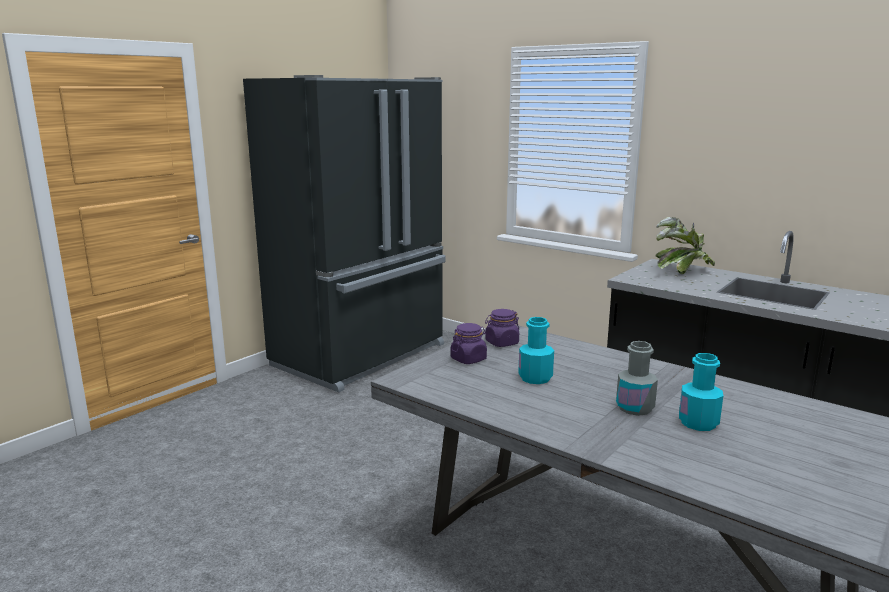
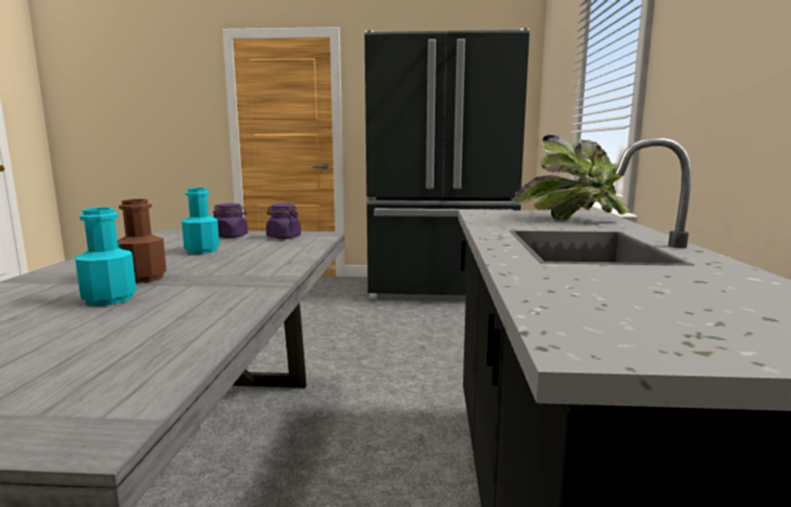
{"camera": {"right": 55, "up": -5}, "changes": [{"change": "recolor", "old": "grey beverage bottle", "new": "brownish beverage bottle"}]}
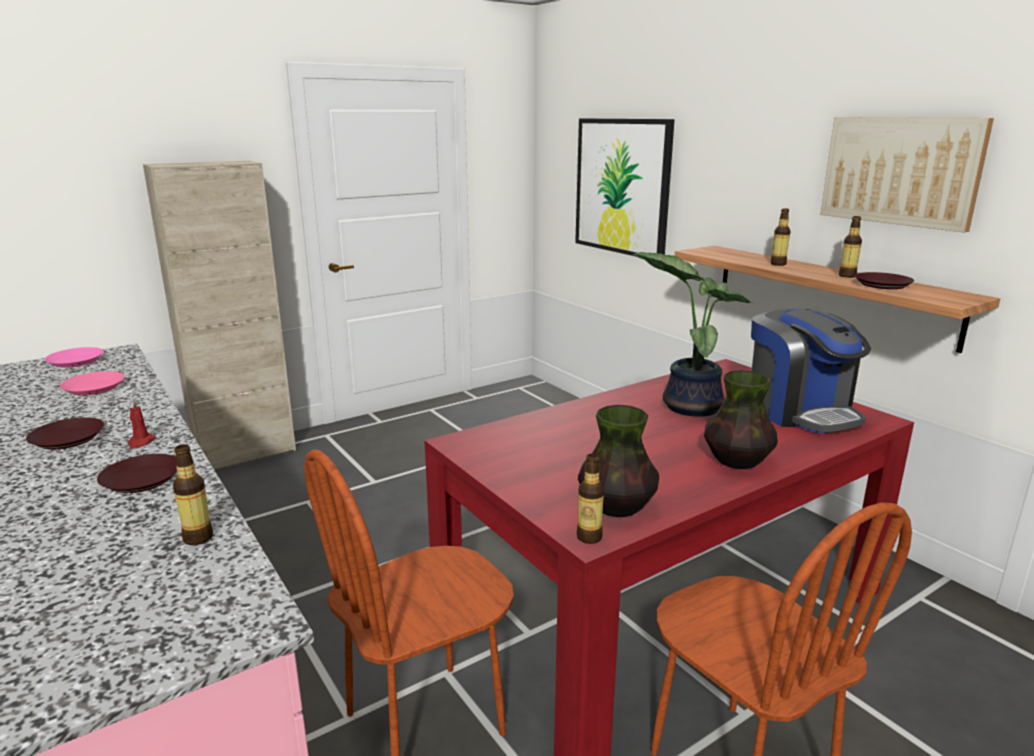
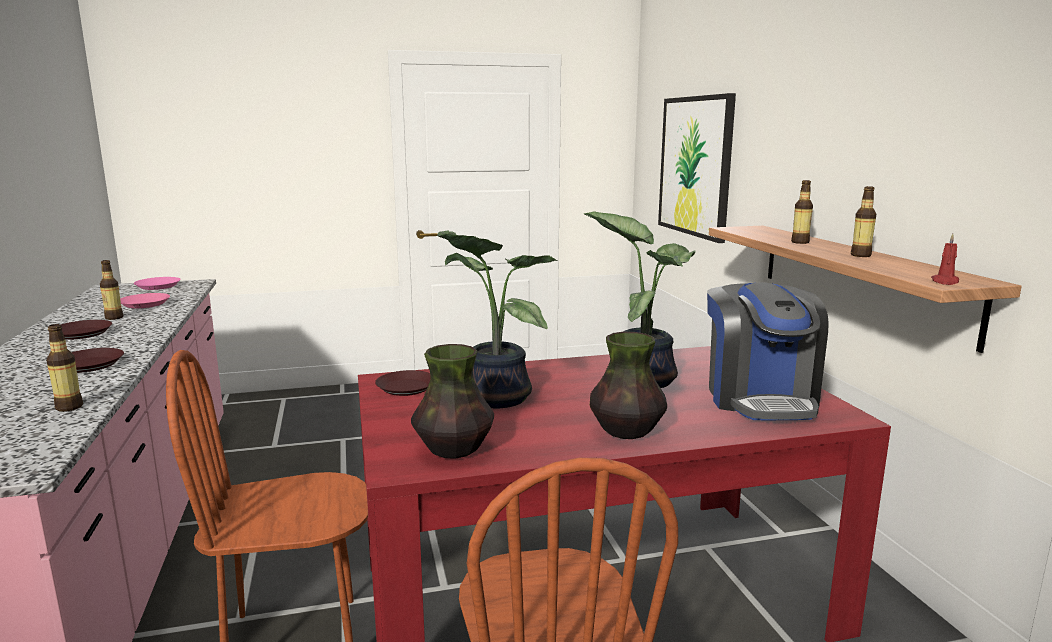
{"camera": {"right": 20, "up": -5}, "changes": [{"change": "delete", "old": "wall picture (2nd from left)"}, {"change": "delete", "old": "sand-coloured cupboard"}, {"change": "move", "old": "brownish flat dish (3rd from left)"}, {"change": "move", "old": "red-coloured candle"}, {"change": "move", "old": "beverage bottle (2nd from left)"}, {"change": "insert", "new": "houseplant (1st from left)"}]}
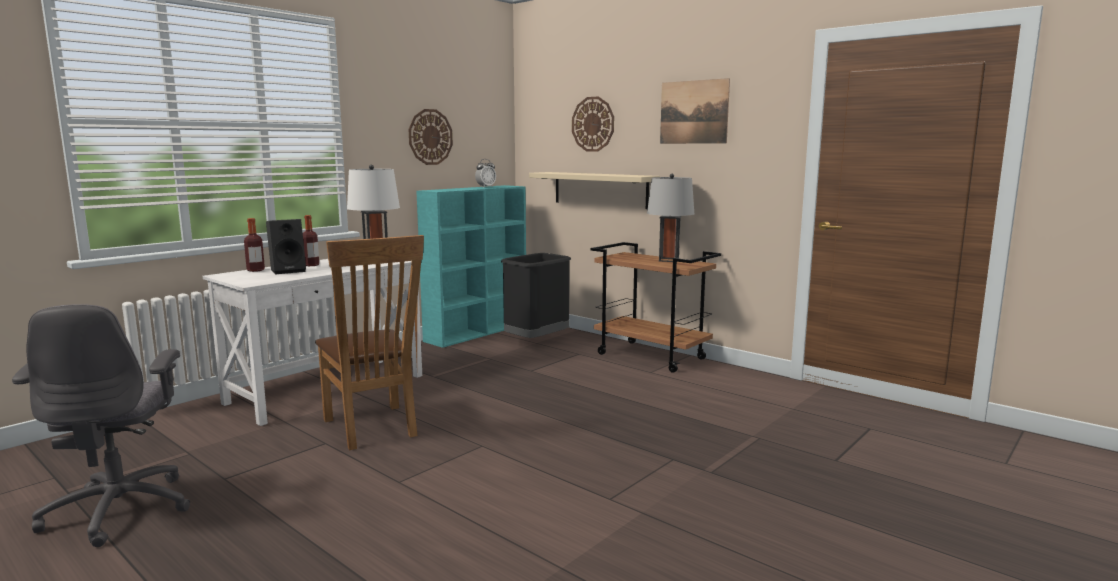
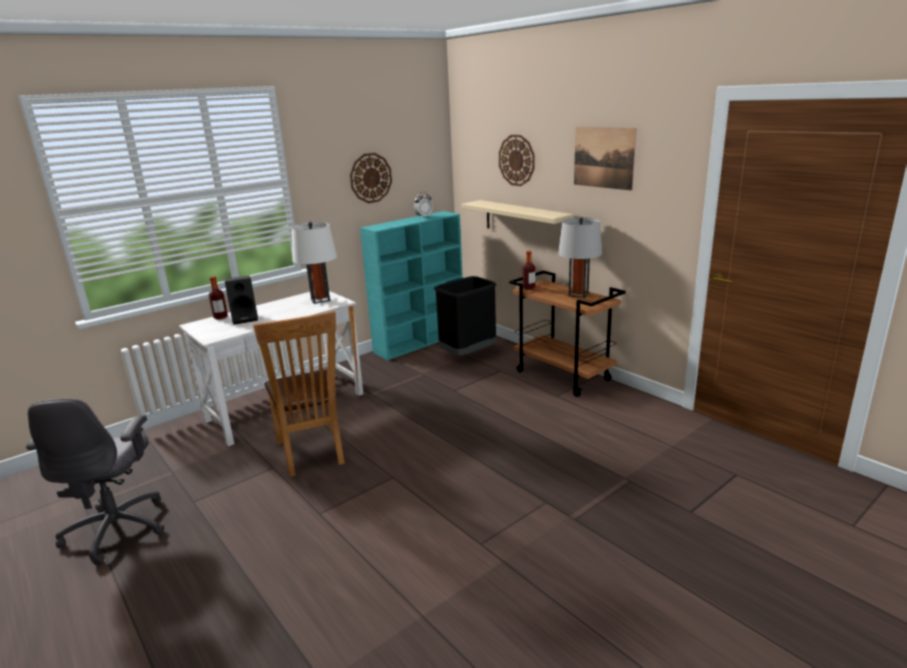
{"camera": {"right": 10, "up": 10}, "changes": [{"change": "move", "old": "beverage bottle (2nd from left)"}]}
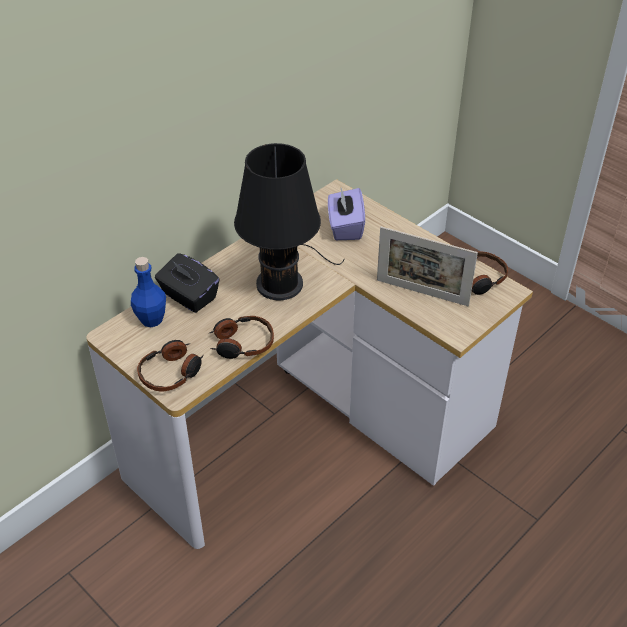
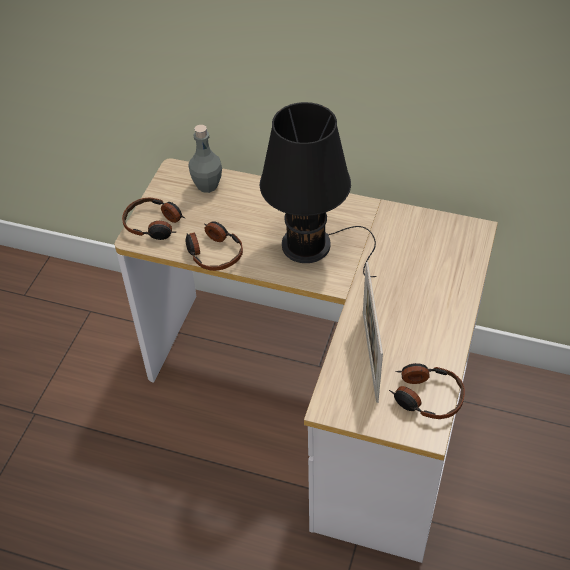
{"camera": {"right": 65, "up": 5}, "changes": [{"change": "delete", "old": "purple-coloured tissue holder"}, {"change": "delete", "old": "black tissue holder"}, {"change": "recolor", "old": "bluish beverage bottle", "new": "grey beverage bottle"}]}
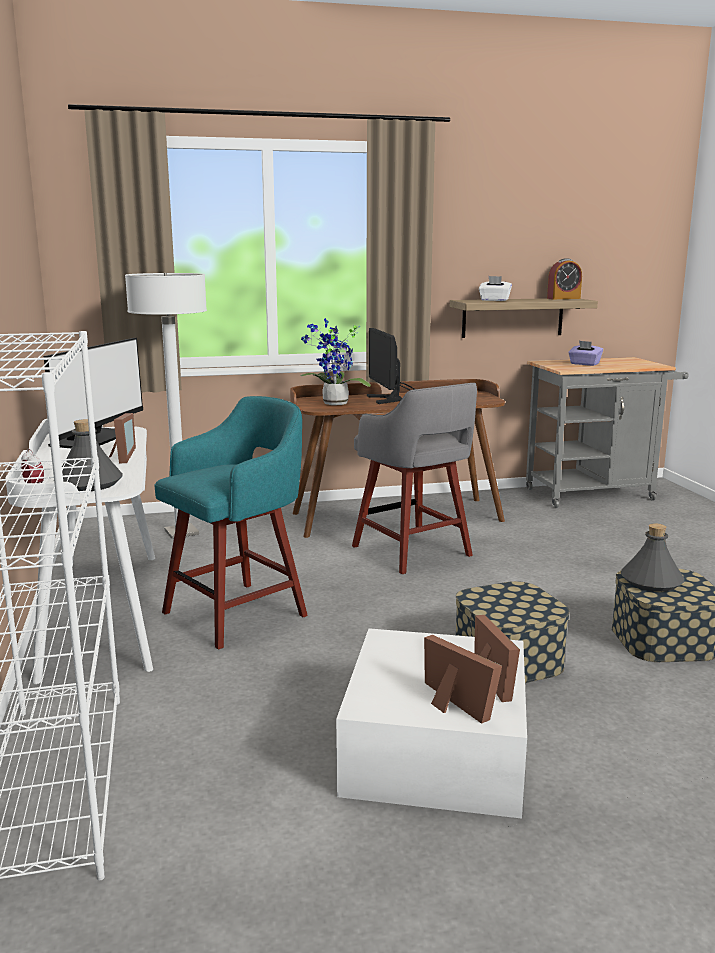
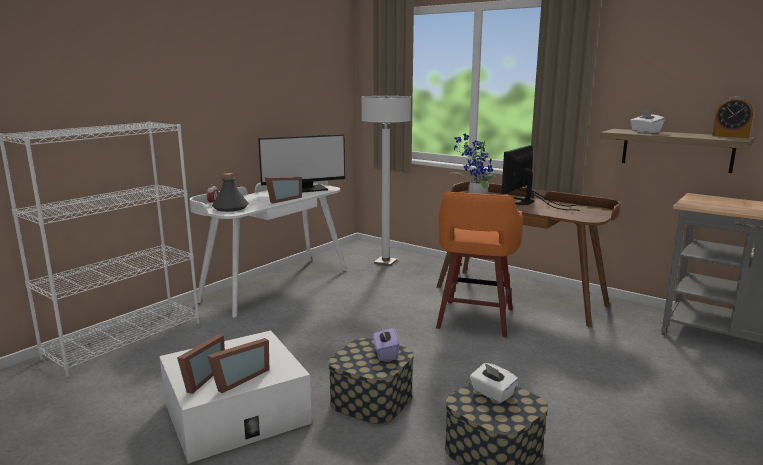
{"camera": {"right": 50, "up": 0}, "changes": [{"change": "move", "old": "purple-coloured tissue holder"}, {"change": "recolor", "old": "grey sitting stool", "new": "orange-coloured sitting stool"}, {"change": "delete", "old": "turquoise sitting stool"}, {"change": "replace", "old": "grey beverage bottle (2nd from left)", "new": "white-coloured tissue holder (1st from left)"}]}
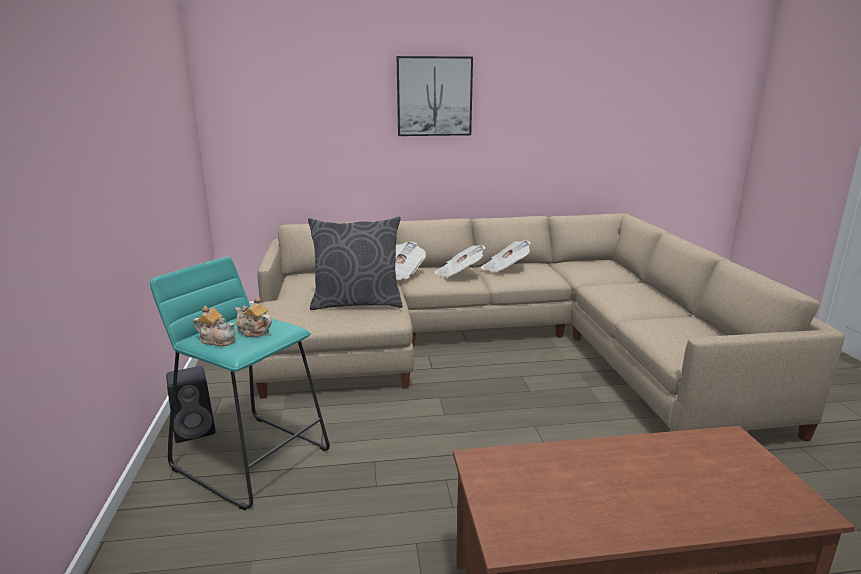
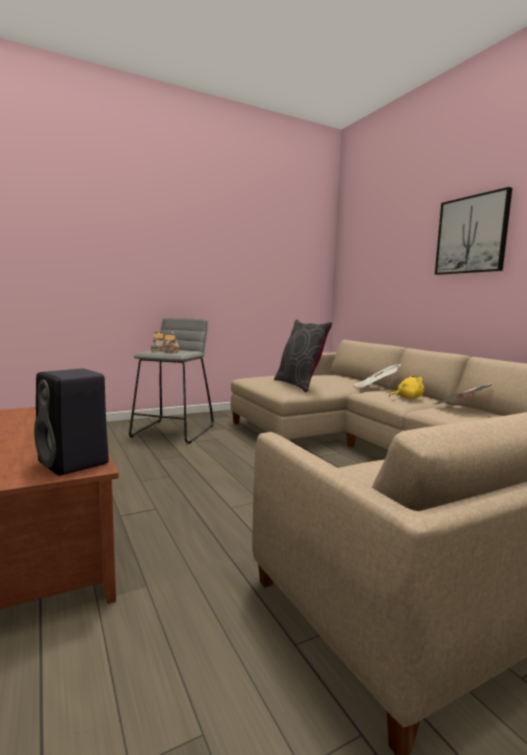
{"camera": {"right": 70, "up": -10}, "changes": [{"change": "replace", "old": "printed paper (2nd from left)", "new": "yellow-coloured soft toy"}, {"change": "recolor", "old": "turquoise sitting stool", "new": "grey sitting stool"}, {"change": "move", "old": "black audio speaker"}]}
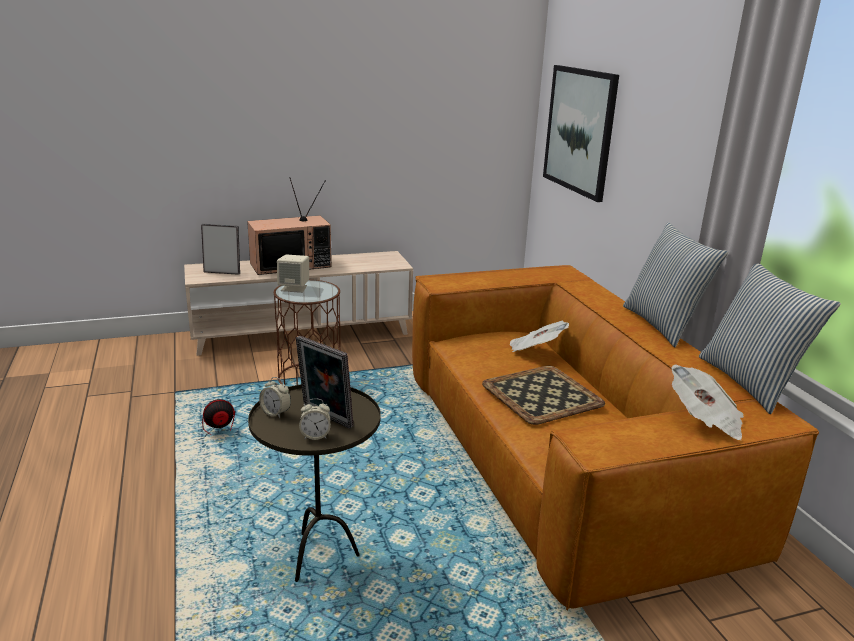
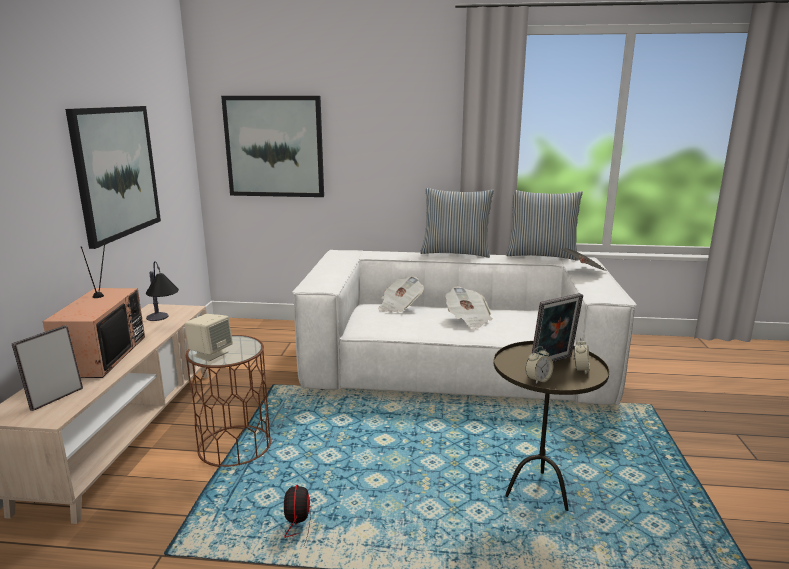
{"camera": {"right": -65, "up": -5}, "changes": [{"change": "recolor", "old": "brownish couch", "new": "white-coloured couch"}, {"change": "replace", "old": "serving tray", "new": "printed paper (2nd from left)"}, {"change": "insert", "new": "wall picture (1st from left)"}, {"change": "insert", "new": "lamp for a table"}]}
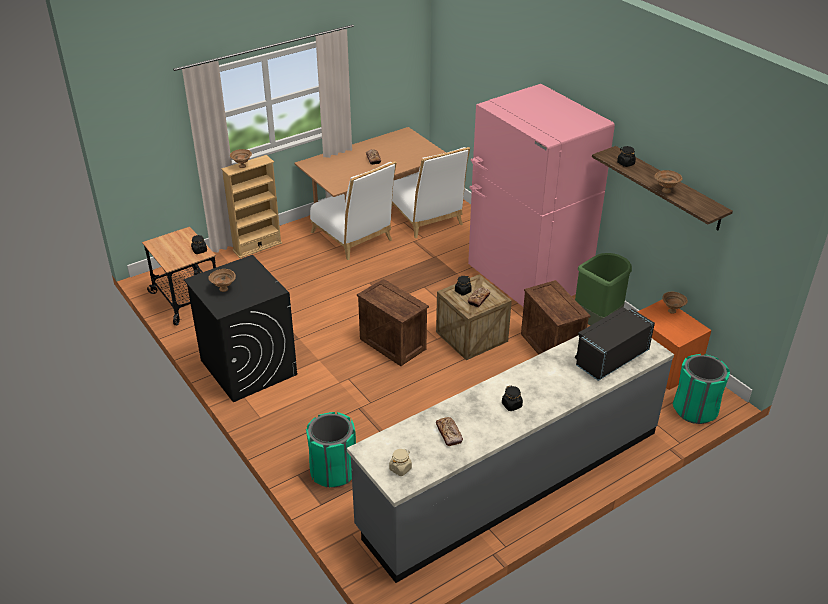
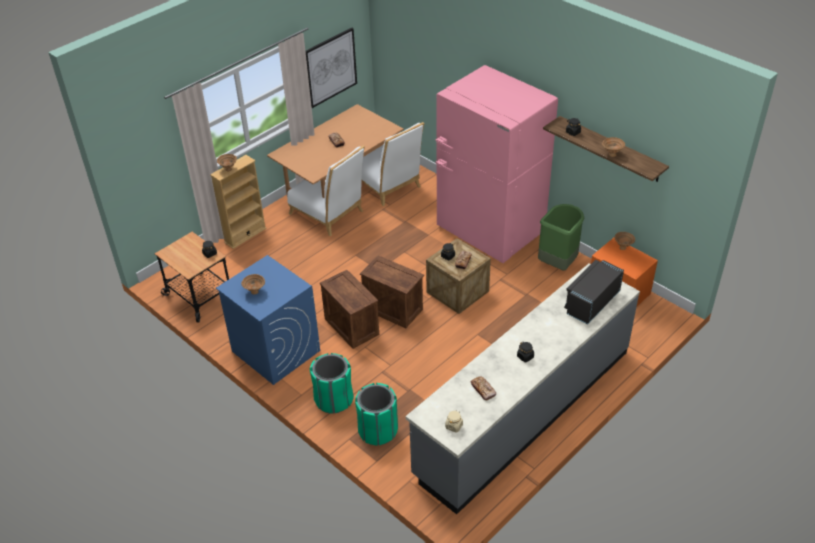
{"camera": {"right": -10, "up": 5}, "changes": [{"change": "recolor", "old": "black washing machine", "new": "bluish washing machine"}, {"change": "move", "old": "crate (3rd from left in the first image)", "new": "crate (1st from left)"}, {"change": "move", "old": "green waste bin (3rd from left in the first image)", "new": "green waste bin (1st from left)"}, {"change": "insert", "new": "wall picture"}]}
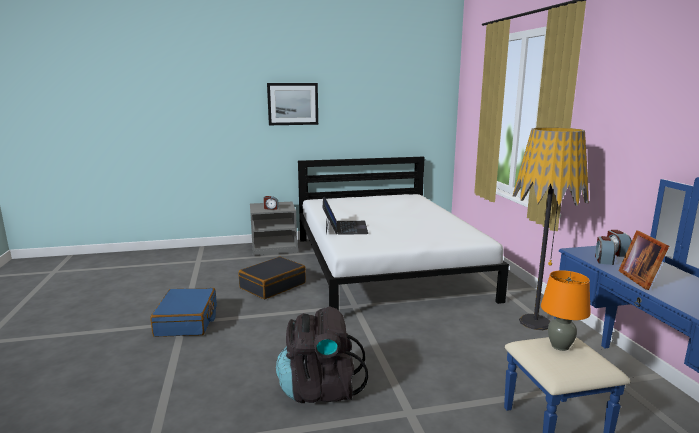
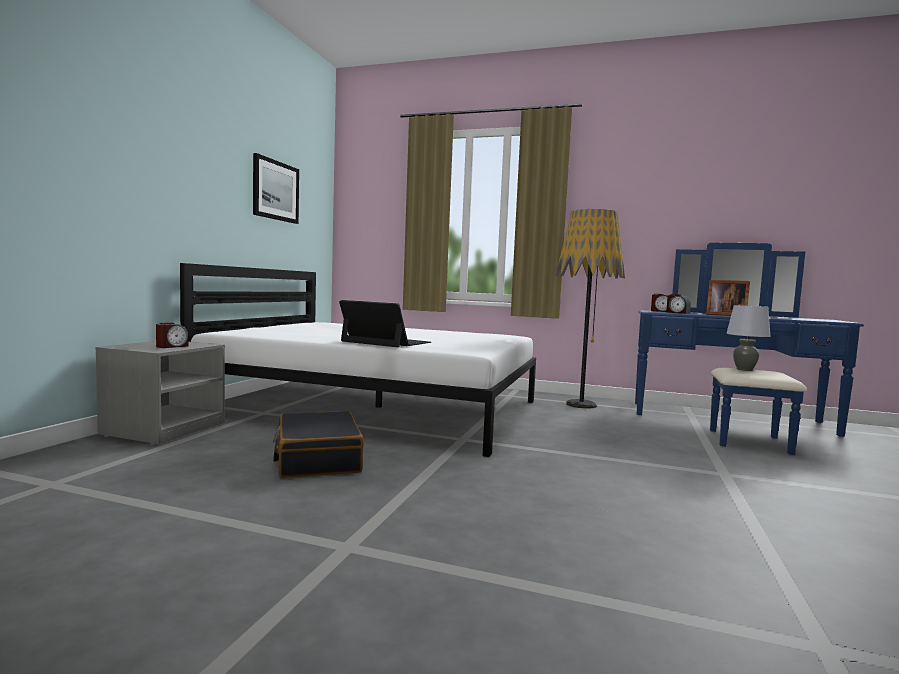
{"camera": {"right": -60, "up": -10}, "changes": [{"change": "move", "old": "wall picture"}, {"change": "recolor", "old": "orange-coloured lamp for a table", "new": "grey lamp for a table"}, {"change": "delete", "old": "bluish piece of luggage"}, {"change": "delete", "old": "black rucksack"}]}
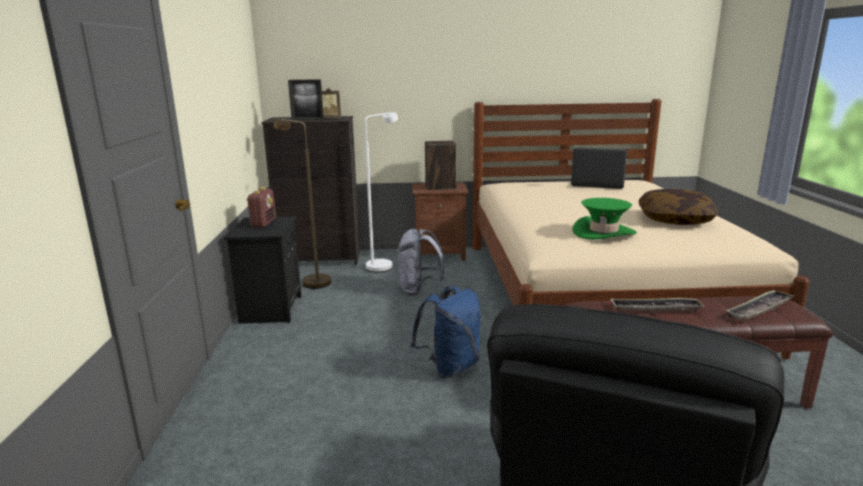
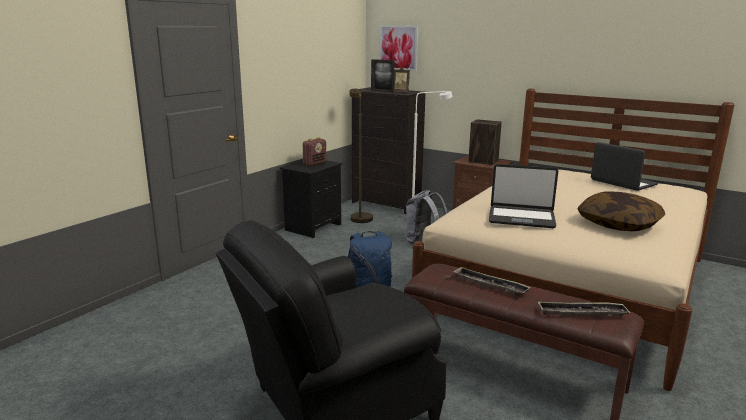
{"camera": {"right": 35, "up": 0}, "changes": [{"change": "replace", "old": "green clothing hat", "new": "notebook computer (1st from left)"}, {"change": "insert", "new": "wall picture"}]}
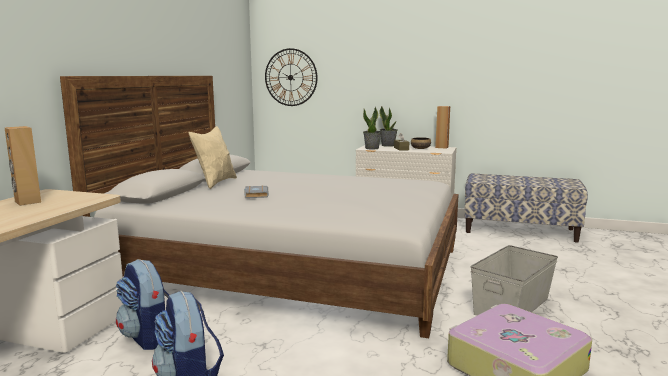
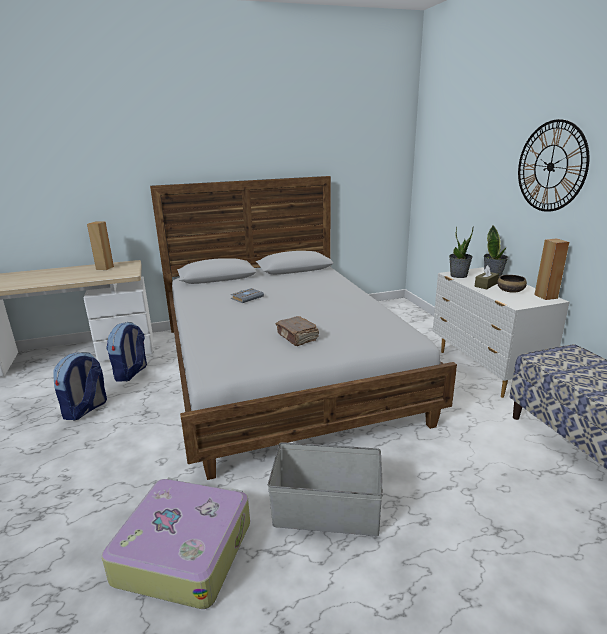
{"camera": {"right": 55, "up": 10}, "changes": [{"change": "move", "old": "wall clock"}, {"change": "delete", "old": "sand-coloured throw pillow"}, {"change": "insert", "new": "brownish book"}]}
